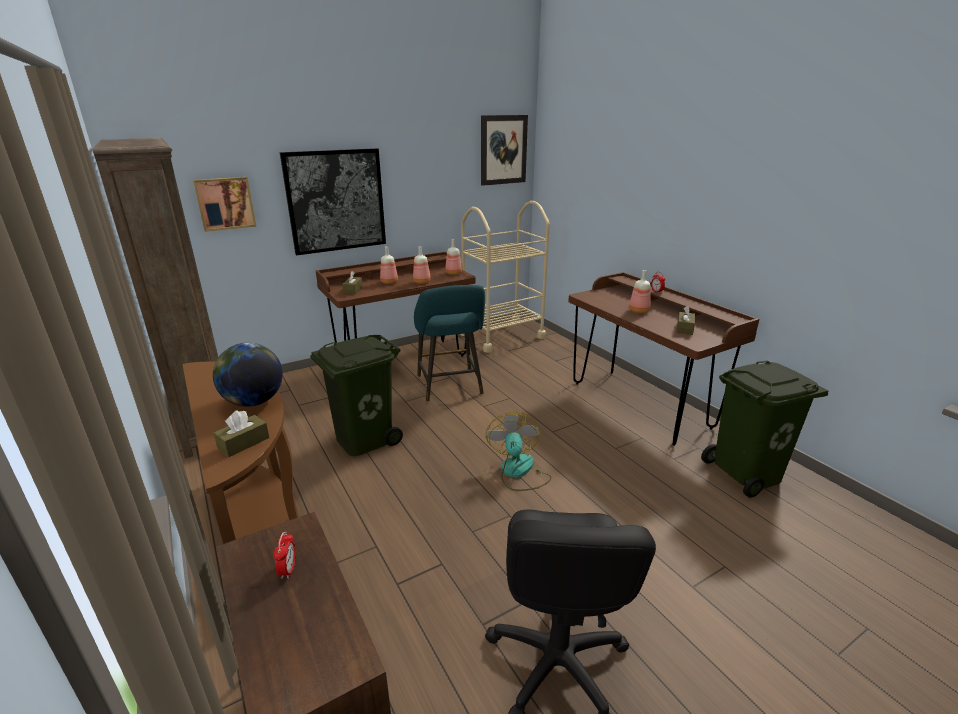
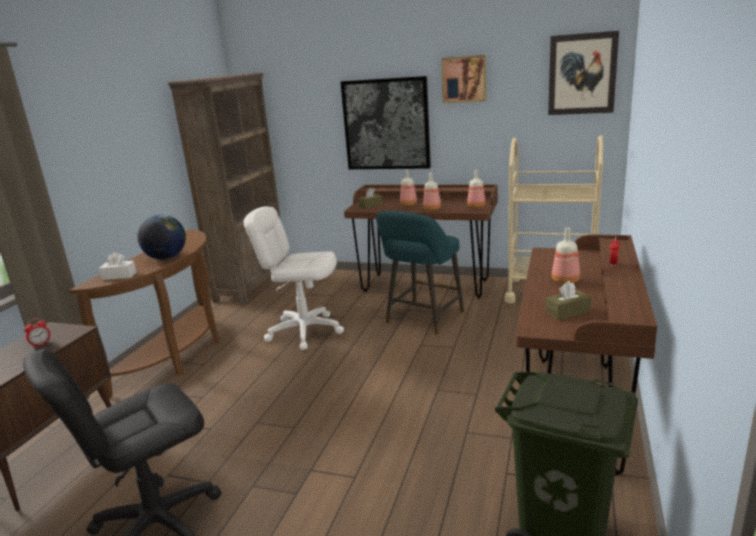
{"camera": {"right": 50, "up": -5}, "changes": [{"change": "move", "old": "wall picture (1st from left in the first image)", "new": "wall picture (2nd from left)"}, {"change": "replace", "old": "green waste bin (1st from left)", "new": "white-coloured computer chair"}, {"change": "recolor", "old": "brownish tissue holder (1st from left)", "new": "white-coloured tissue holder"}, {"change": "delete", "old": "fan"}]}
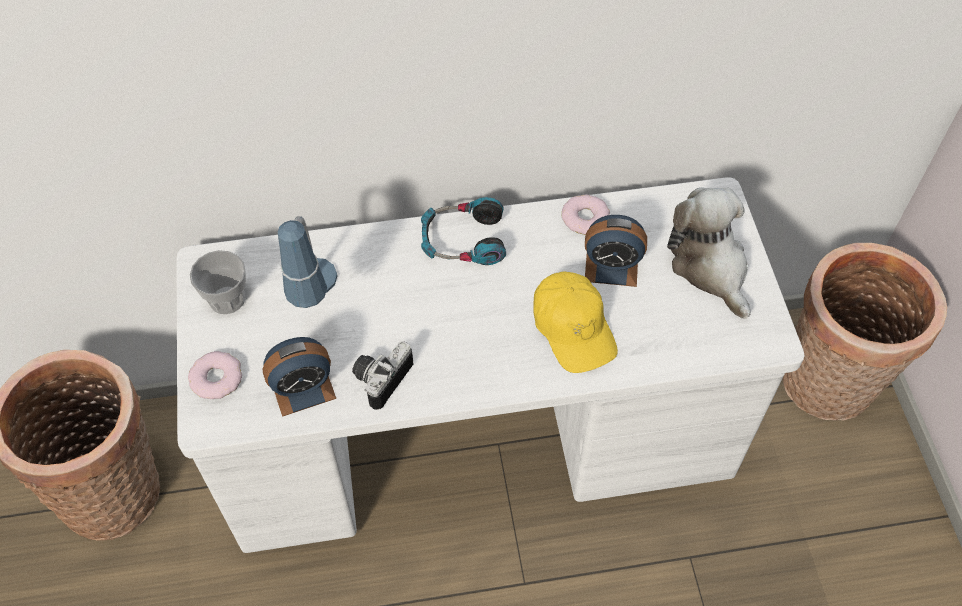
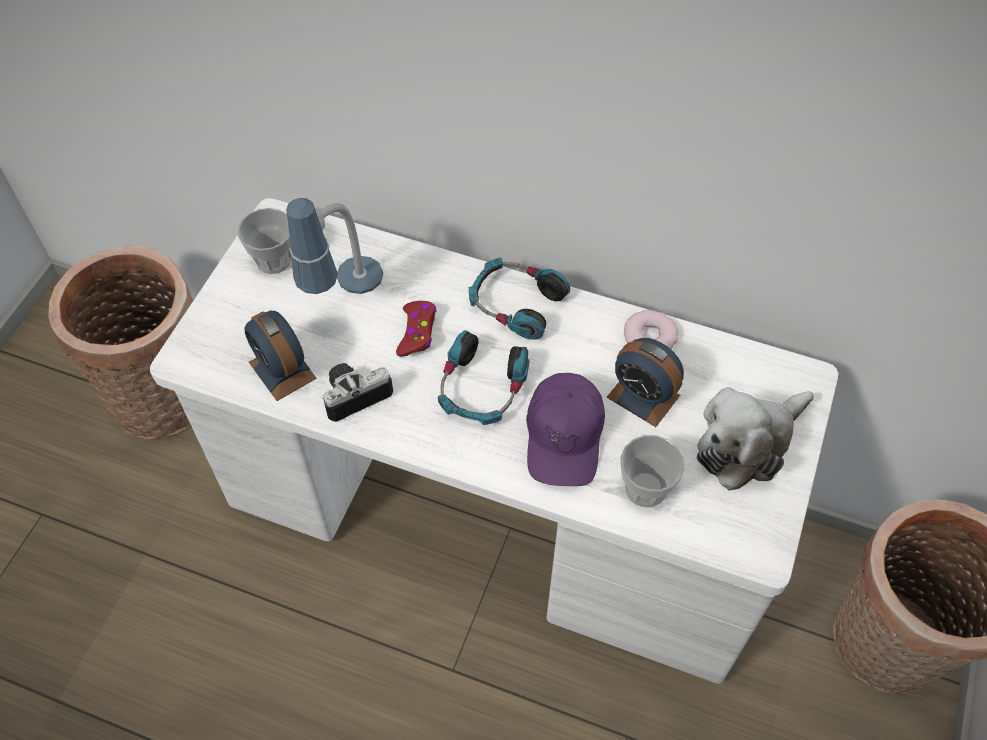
{"camera": {"right": 30, "up": 0}, "changes": [{"change": "rotate", "old": "soft toy", "degrees": -135}, {"change": "recolor", "old": "yellow-coloured baseball cap", "new": "purple-coloured baseball cap"}, {"change": "rotate", "old": "alarm clock (1st from left)", "degrees": 45}, {"change": "delete", "old": "doughnut (1st from left)"}, {"change": "insert", "new": "red-coloured game controller"}, {"change": "insert", "new": "pair of headphones (1st from left)"}, {"change": "insert", "new": "cup (2nd from left)"}]}
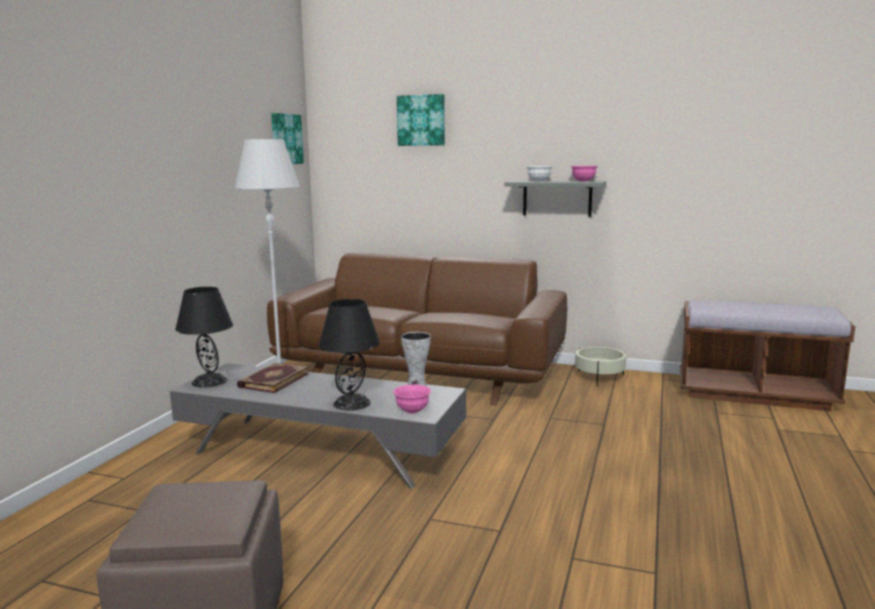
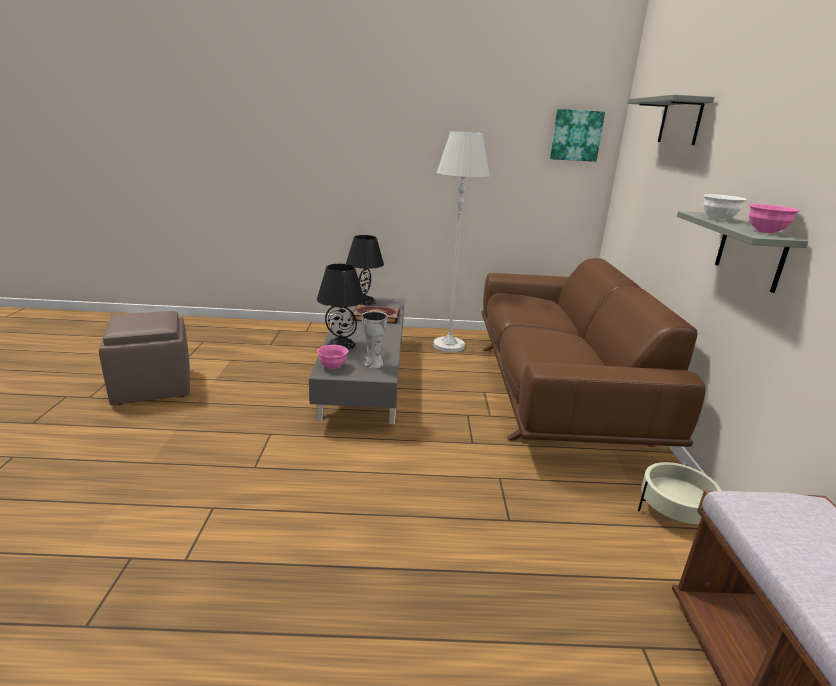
{"camera": {"right": 70, "up": 10}, "changes": [{"change": "replace", "old": "wall picture (2nd from left)", "new": "grey shelf (1st from left)"}]}
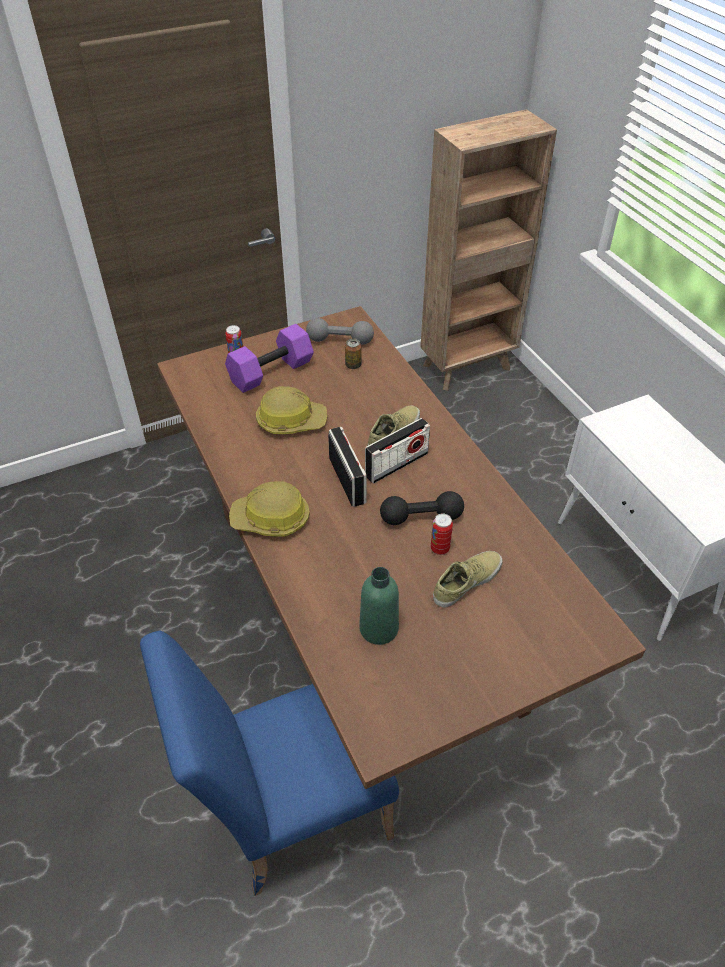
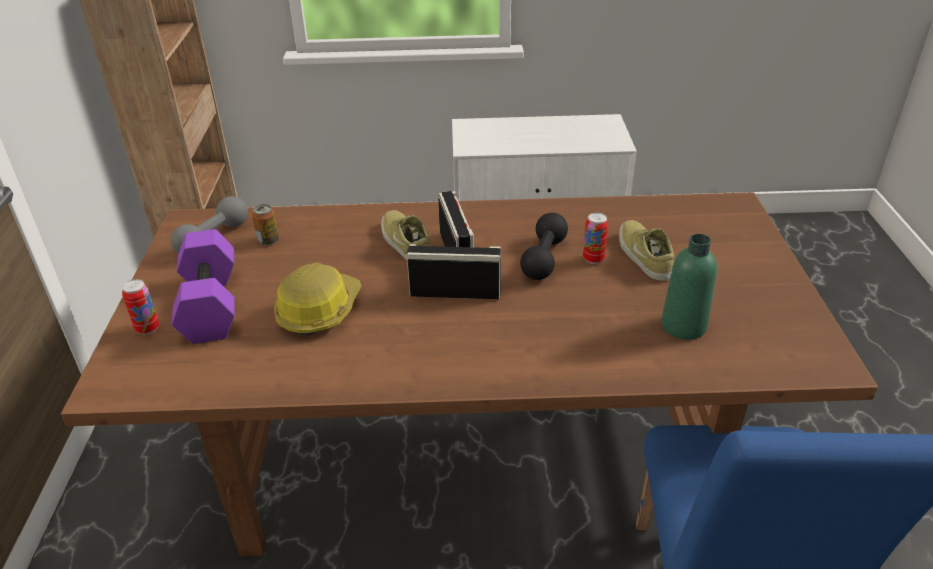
{"camera": {"right": -65, "up": -10}, "changes": [{"change": "delete", "old": "safety helmet (1st from left)"}]}
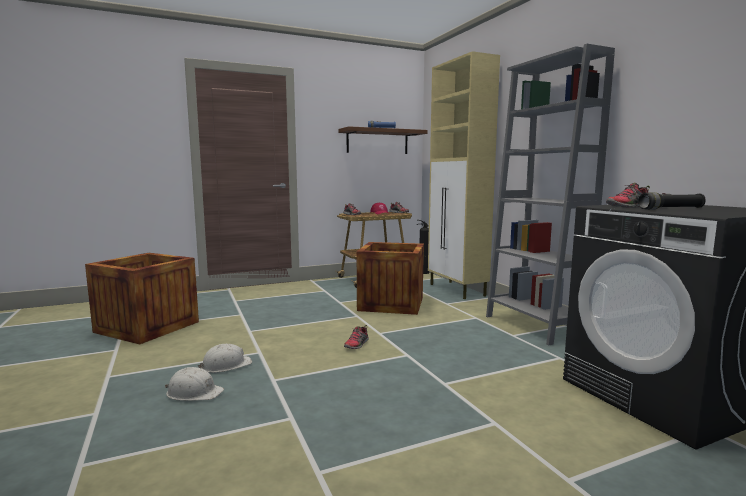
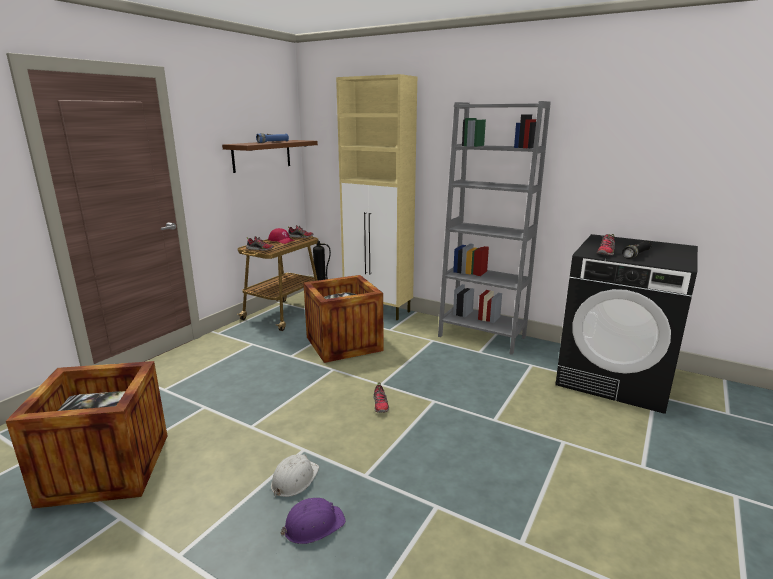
{"camera": {"right": -35, "up": 10}, "changes": [{"change": "recolor", "old": "white-coloured safety helmet (1st from left)", "new": "purple-coloured safety helmet"}]}
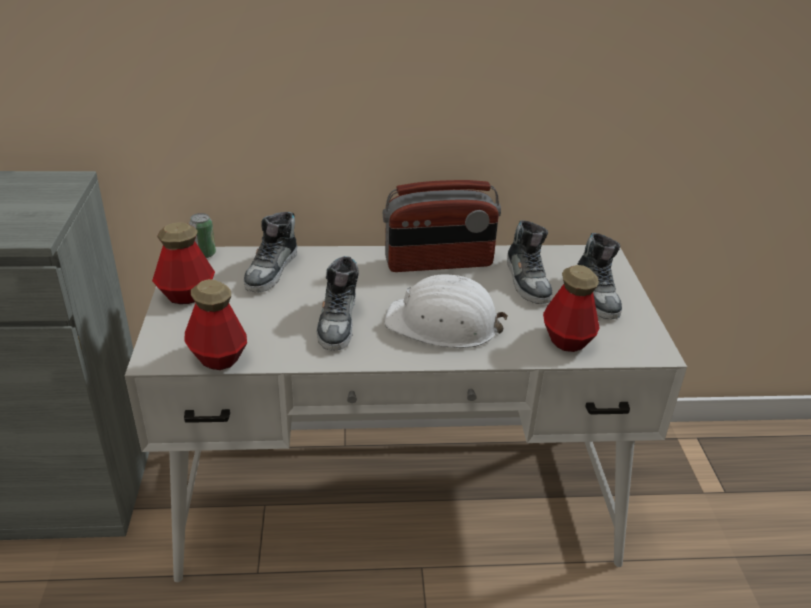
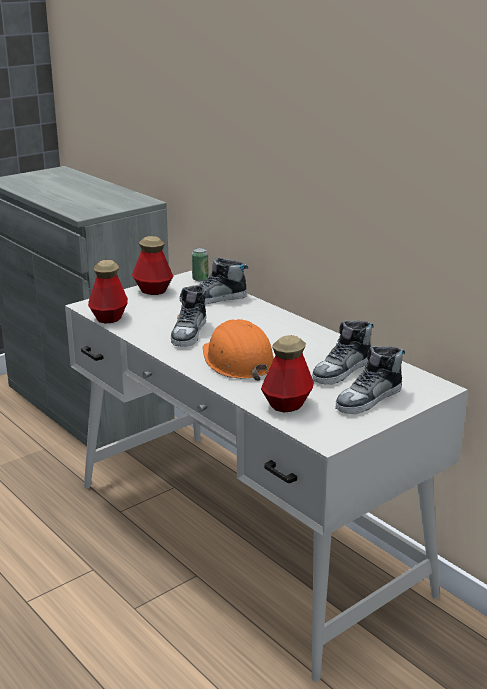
{"camera": {"right": 55, "up": -10}, "changes": [{"change": "delete", "old": "radio"}, {"change": "rotate", "old": "shoe (2nd from left in the first image)", "degrees": -45}, {"change": "recolor", "old": "white-coloured safety helmet", "new": "orange-coloured safety helmet"}]}
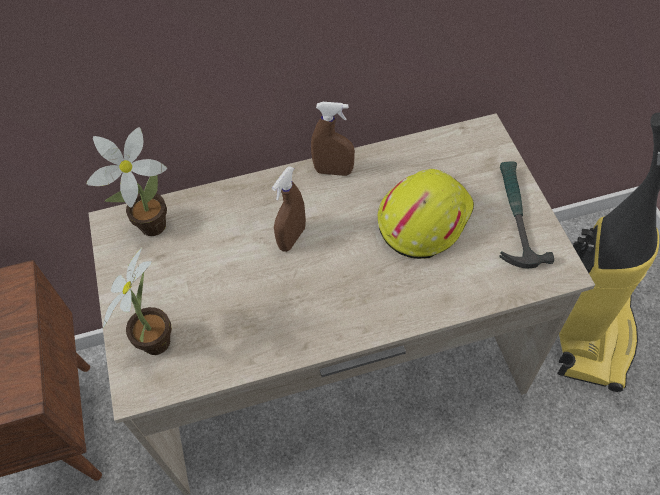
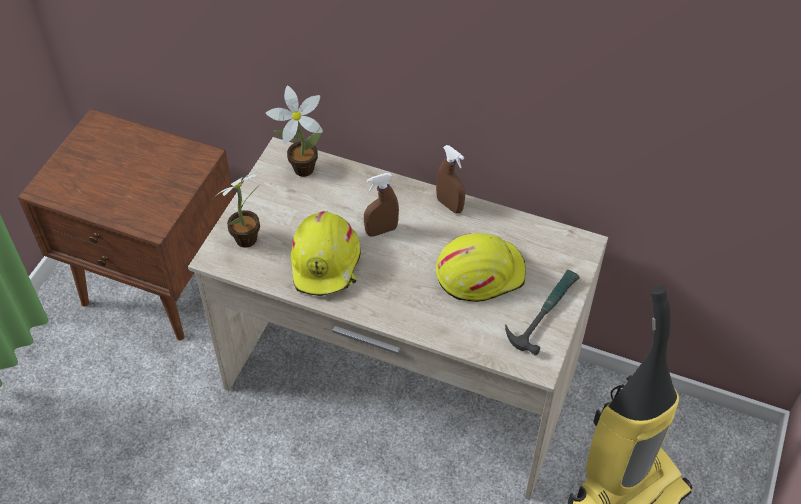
{"camera": {"right": 35, "up": -5}, "changes": [{"change": "insert", "new": "yellow-coloured safety helmet (1st from left)"}]}
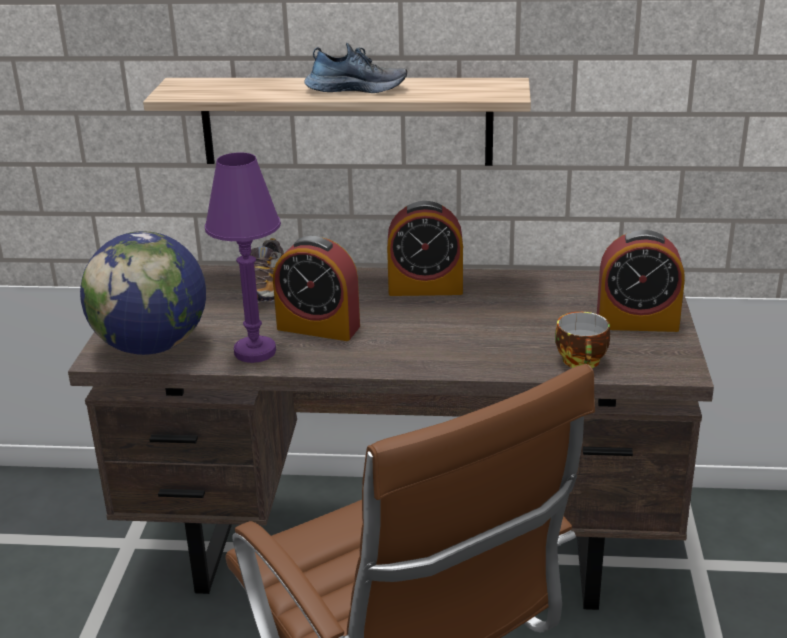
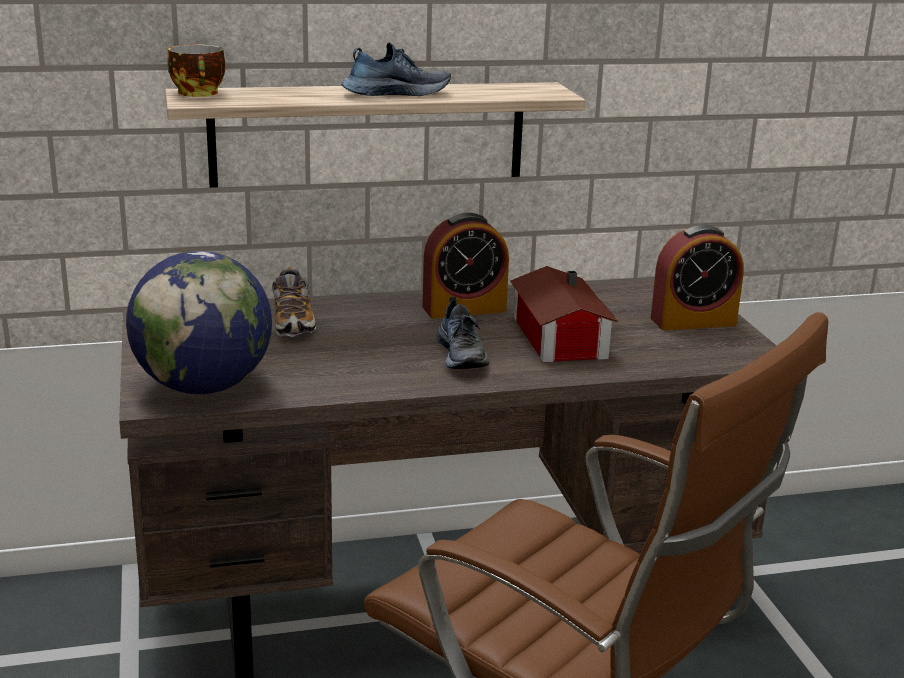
{"camera": {"right": -20, "up": -5}, "changes": [{"change": "delete", "old": "purple-coloured lamp for a table"}, {"change": "delete", "old": "alarm clock (1st from left)"}, {"change": "move", "old": "cup"}, {"change": "insert", "new": "model house"}, {"change": "insert", "new": "shoe (3rd from left)"}]}
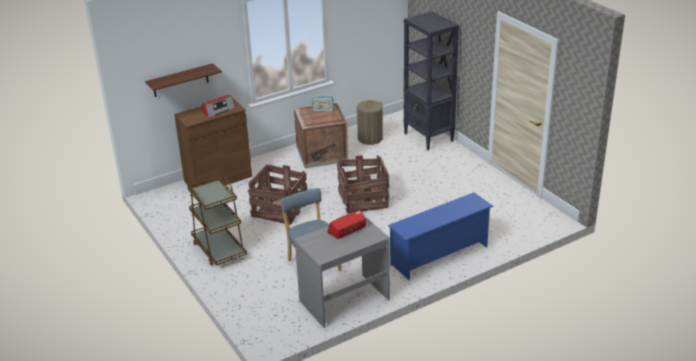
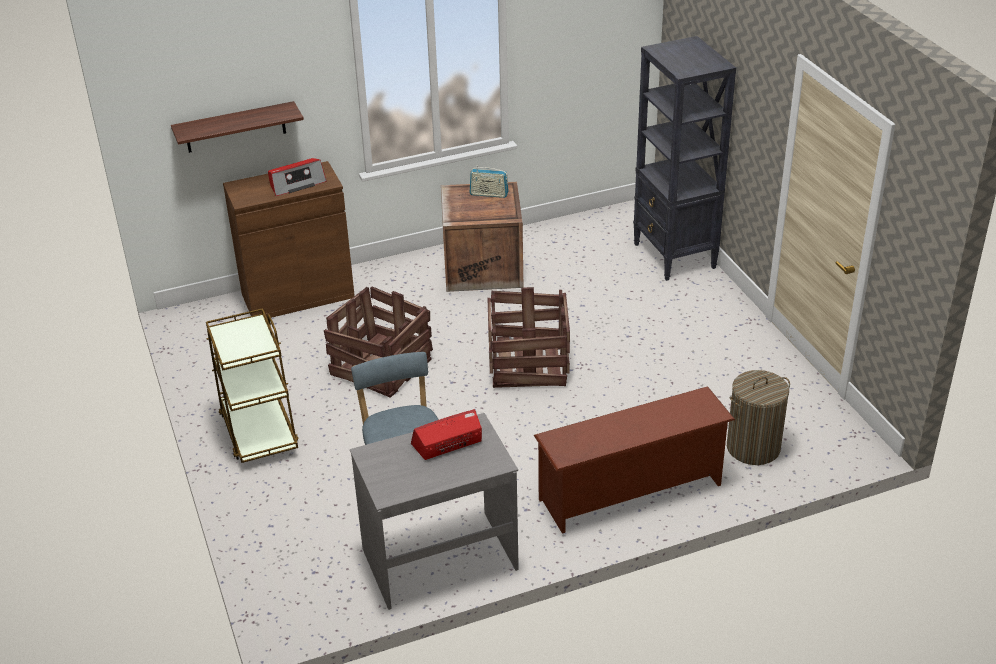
{"camera": {"right": 10, "up": 5}, "changes": [{"change": "move", "old": "laundry basket"}, {"change": "recolor", "old": "bluish shoe shelf", "new": "brownish shoe shelf"}]}
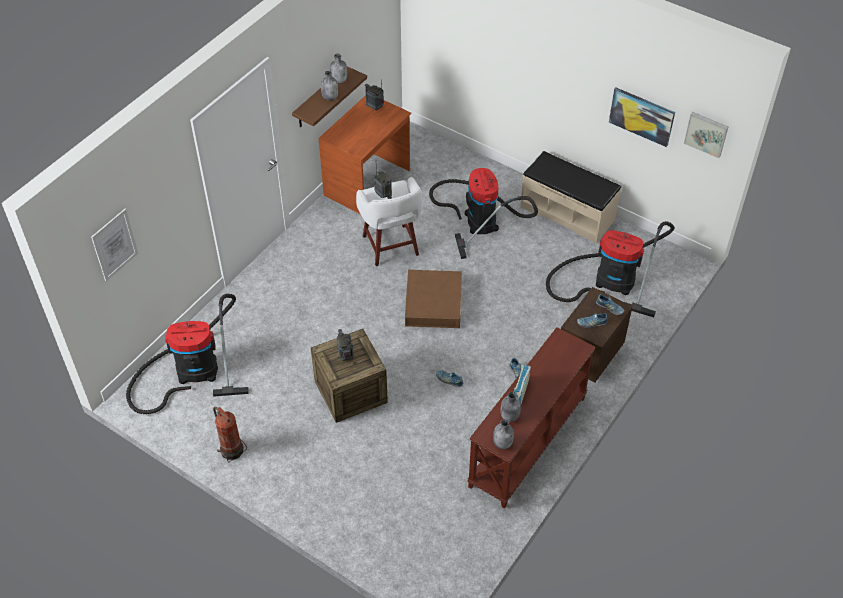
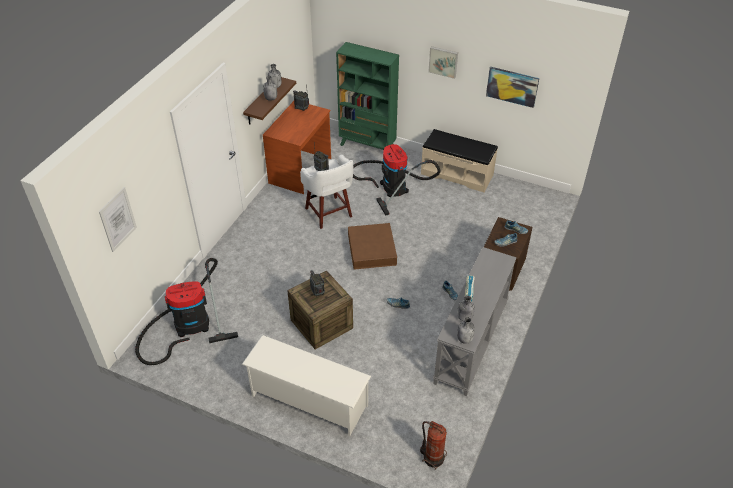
{"camera": {"right": -10, "up": -5}, "changes": [{"change": "move", "old": "wall picture (3rd from left in the first image)", "new": "wall picture (2nd from left)"}, {"change": "delete", "old": "vacuum (3rd from left)"}, {"change": "recolor", "old": "brownish console table", "new": "grey console table"}, {"change": "move", "old": "extinguisher"}, {"change": "insert", "new": "green bookcase"}, {"change": "insert", "new": "white-coloured shoe shelf"}]}
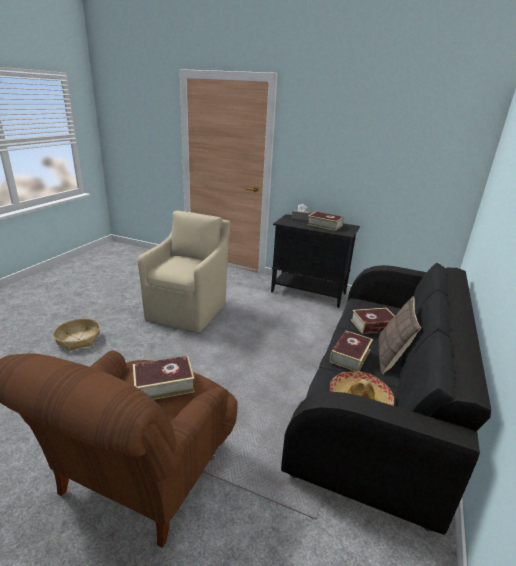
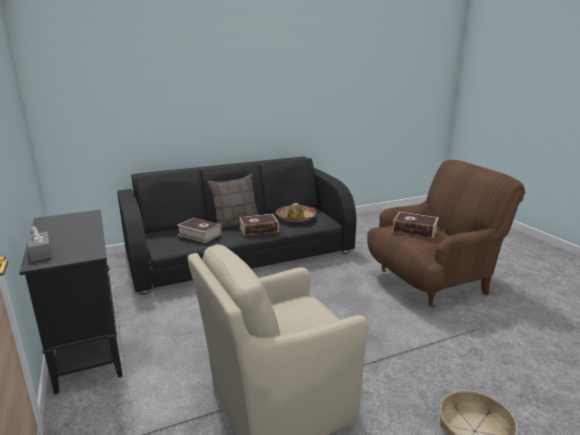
{"camera": {"right": -135, "up": -5}, "changes": [{"change": "delete", "old": "book (2nd from left)"}]}
